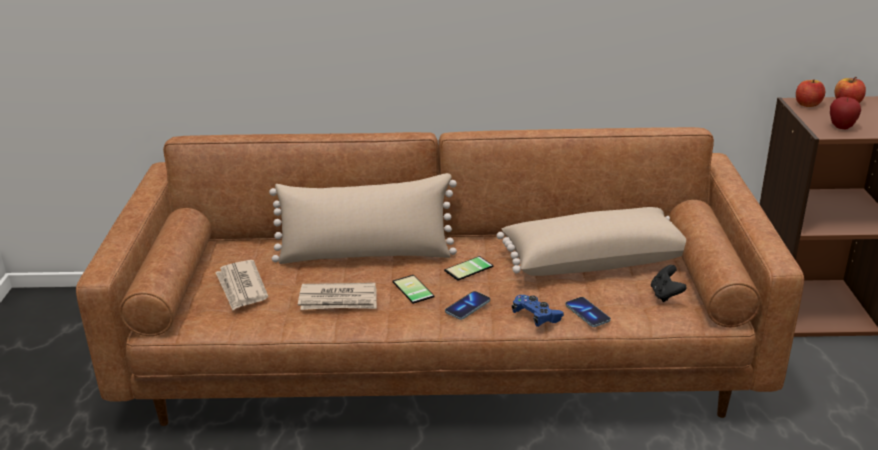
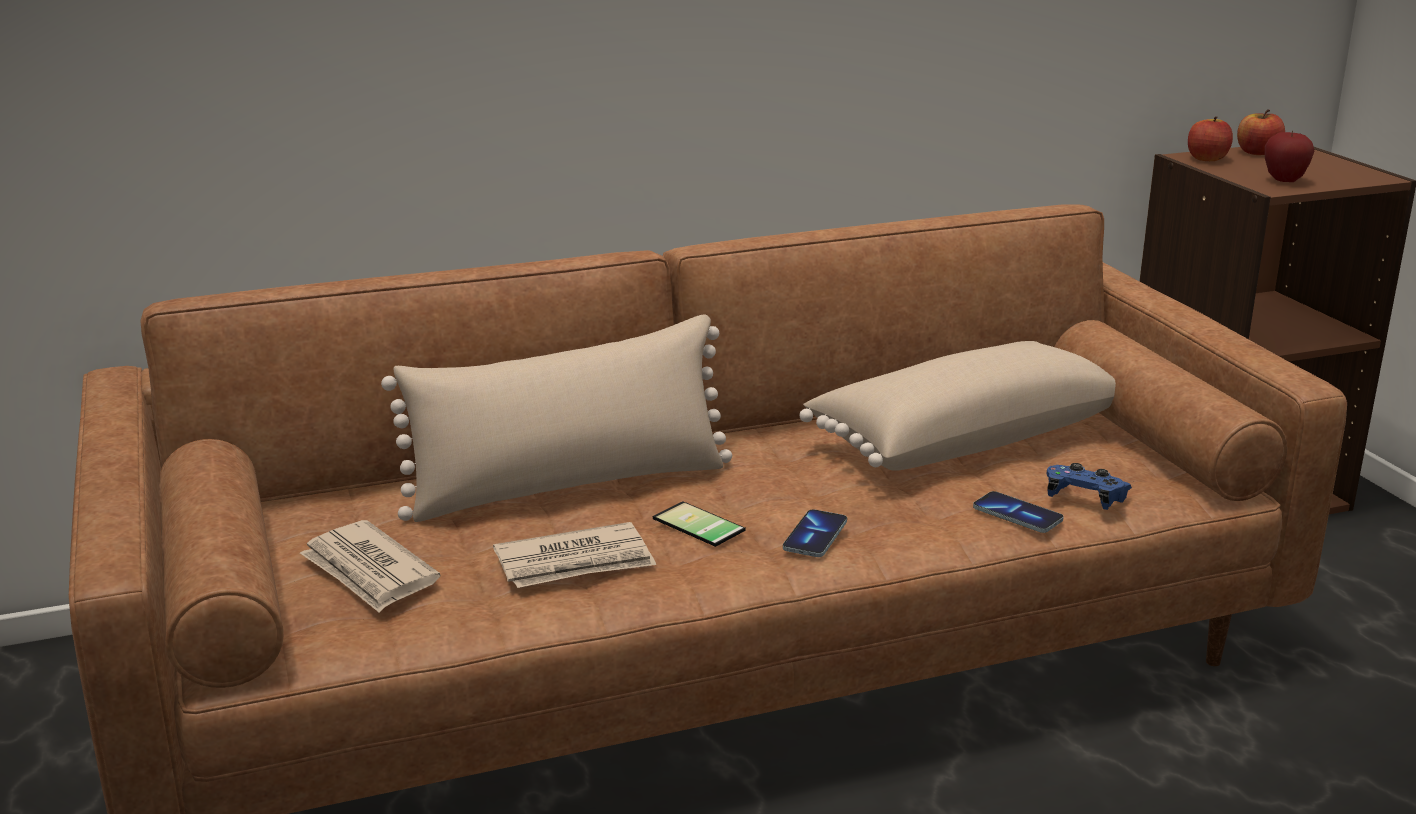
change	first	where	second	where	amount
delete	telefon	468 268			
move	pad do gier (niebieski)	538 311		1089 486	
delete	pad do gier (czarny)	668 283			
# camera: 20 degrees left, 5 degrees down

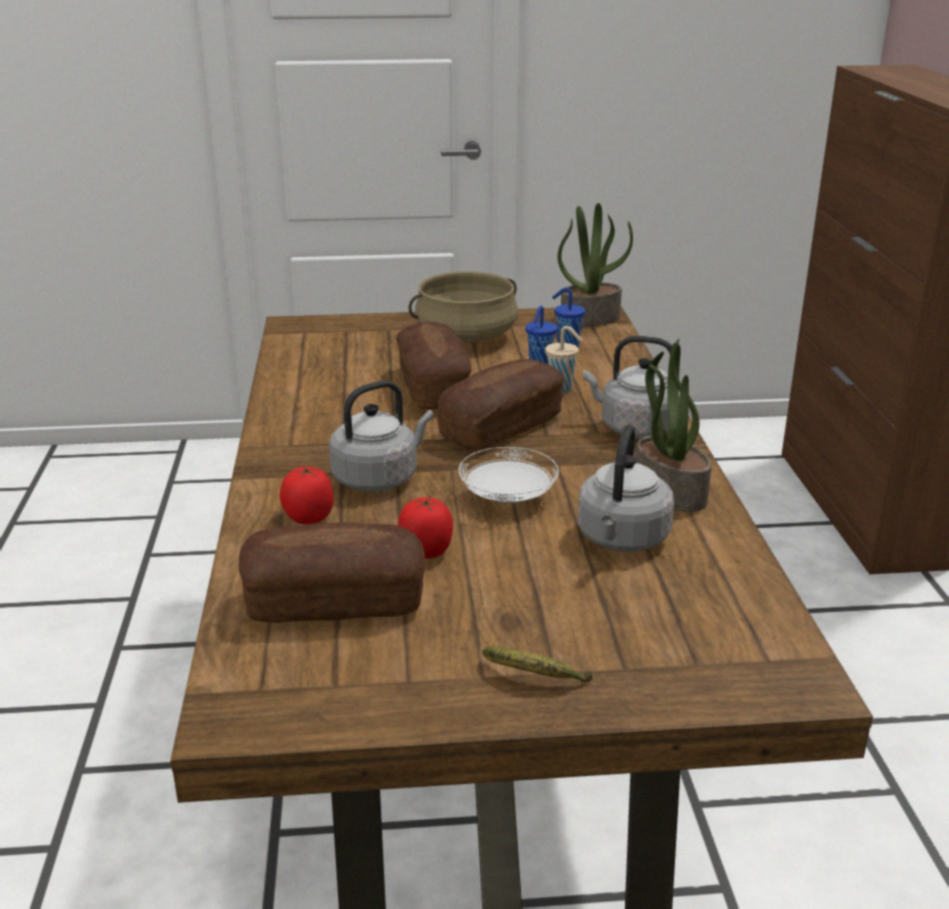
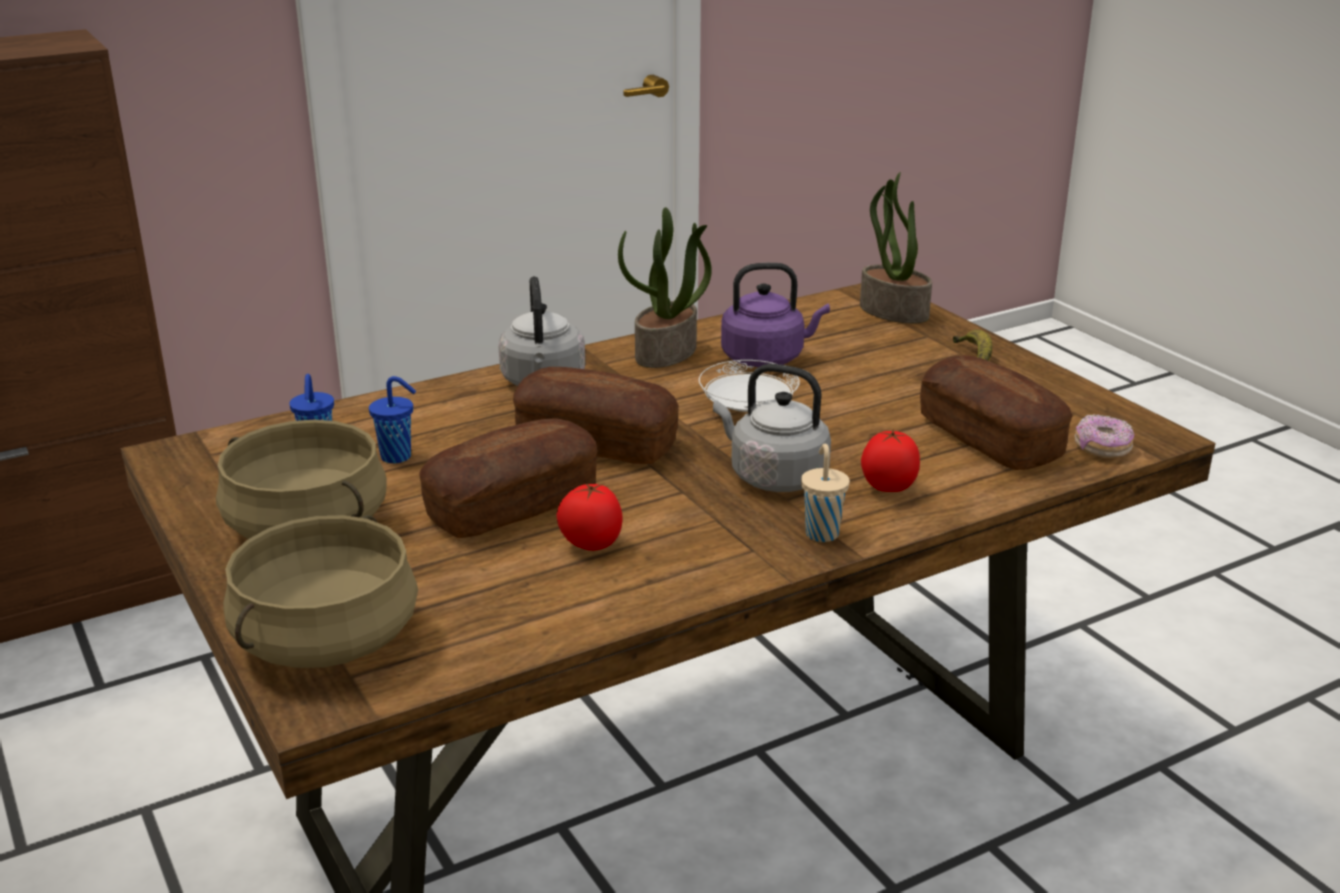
change	first	where	second	where	amount
move	pomidor	425 528		589 517	
move	filiżanka (beżowy)	563 359		825 493	
move	roślina doniczkowa	595 265		896 248	
recolor	czajnik (szary)	626 488	czajnik (fioletowy)	775 315	
insert			garnek (beżowy)	320 591	
insert			donut	1104 436	
# camera: 115 degrees left, 0 degrees up

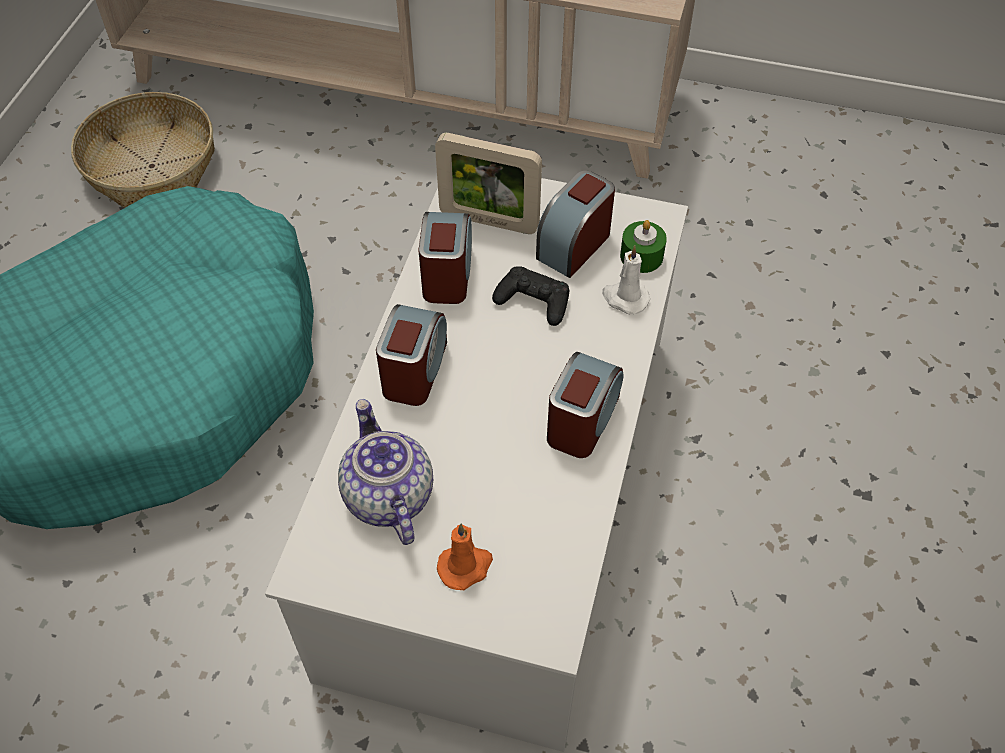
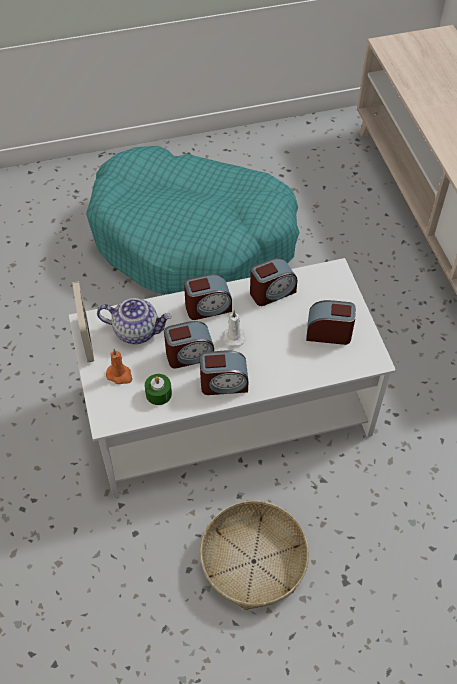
change	first	where	second	where	amount
move	koszyk	143 150		254 555	
rotate	imbryk	385 472		134 321	60 degrees clockwise
move	ramka na zdjęcie	488 183		83 321	
delete	pad do gier (czarny)	530 296			
move	świeca (biały)	626 279		234 329	
move	świeca (zielony)	643 246		158 389	
insert			budzik	189 345	
# camera: 60 degrees right, 0 degrees up

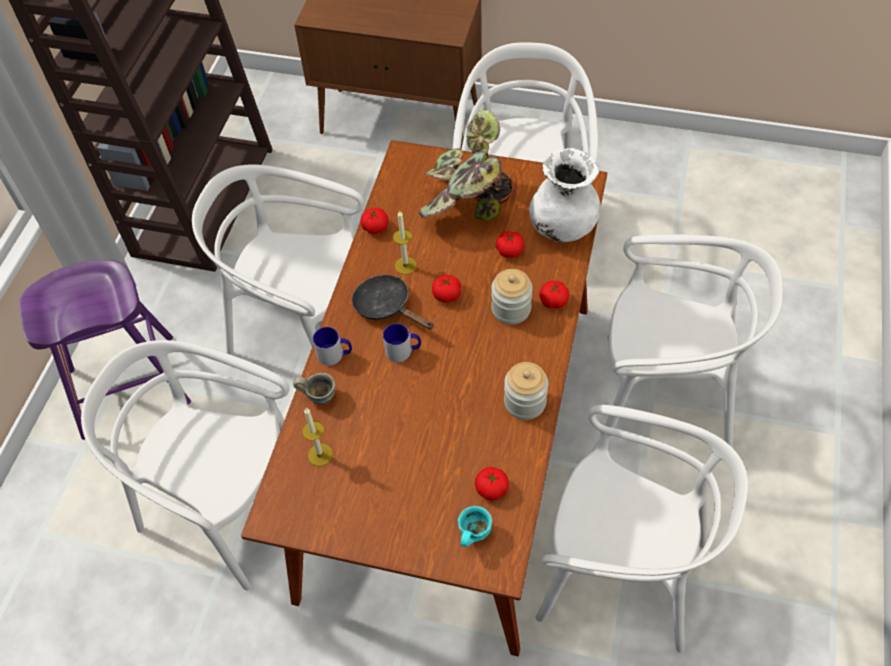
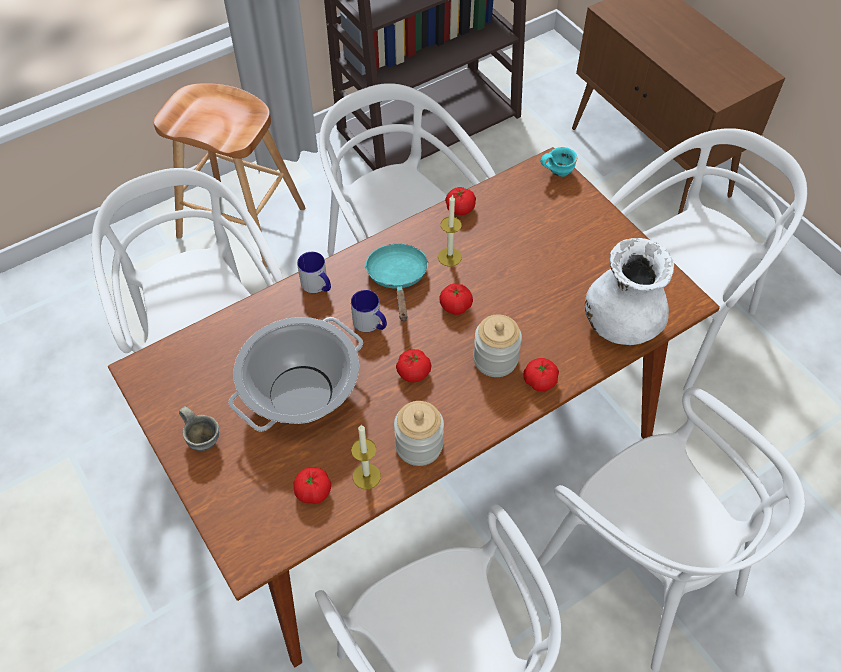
change	first	where	second	where	amount
recolor	stołek (fioletowy)	105 350	stołek (brązowy)	229 175	
move	kubek (szary)	314 388		199 428	
move	świeca	317 437		366 457	
recolor	patelnia (czarny)	393 302	patelnia (turkusowy)	397 282	
delete	roślina doniczkowa	467 165			
move	kubek (turkusowy)	475 526		558 162	
move	pomidor	510 244		413 365	
insert			garnek	295 374	
# camera: 40 degrees right, 0 degrees up

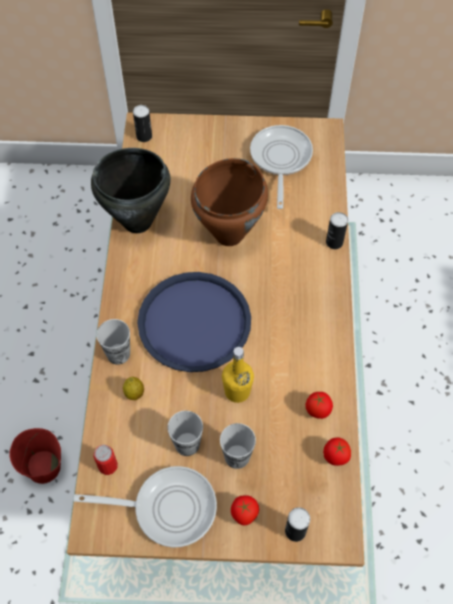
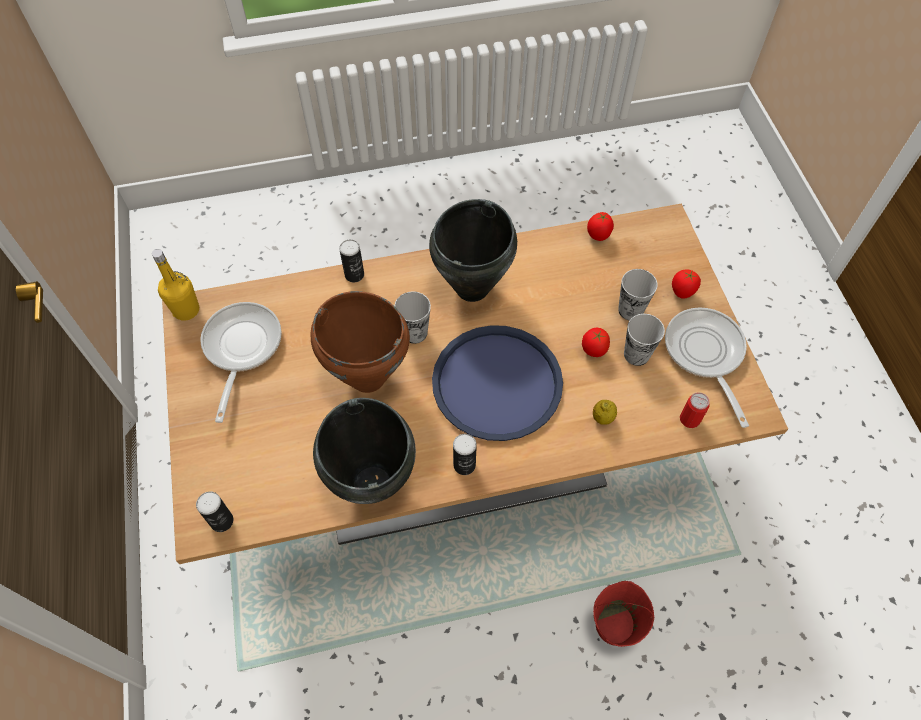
change	first	where	second	where	amount
move	filiżanka	113 342		412 318	
move	butelka (żółty)	238 375		175 285	
rotate	patelnia	281 167		241 362	105 degrees clockwise
move	puszka	297 524		465 454	
move	pomidor	319 405		596 342	
insert			garnek (czarny)	473 250	
# camera: 105 degrees left, 0 degrees up

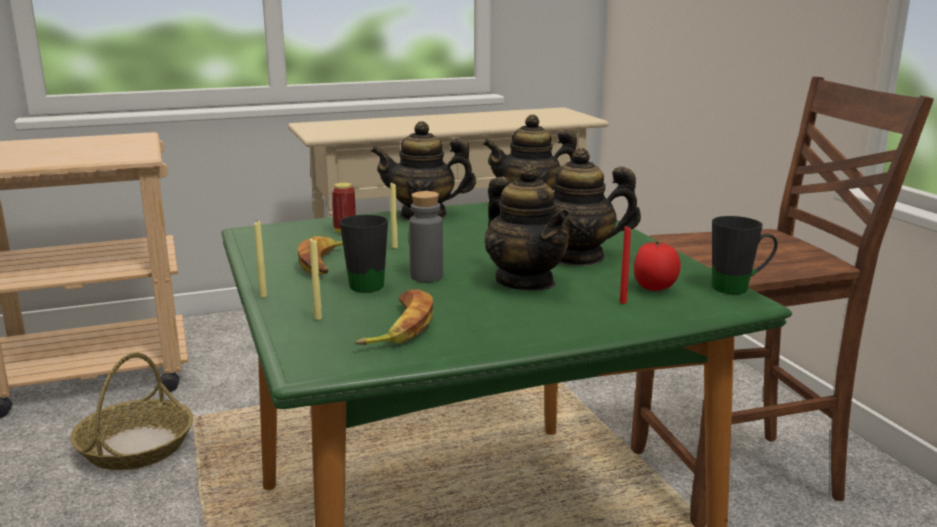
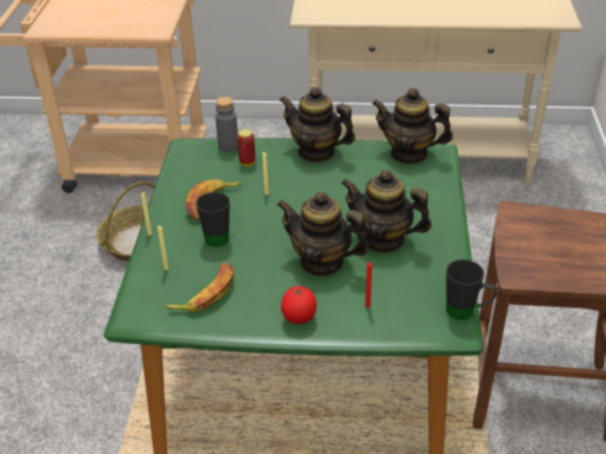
change	first	where	second	where	amount
move	butelka (szary)	426 236		226 124	
rotate	imbryk	527 227		323 234	120 degrees clockwise
move	pomidor	657 266		299 305	
# camera: 25 degrees right, 20 degrees up

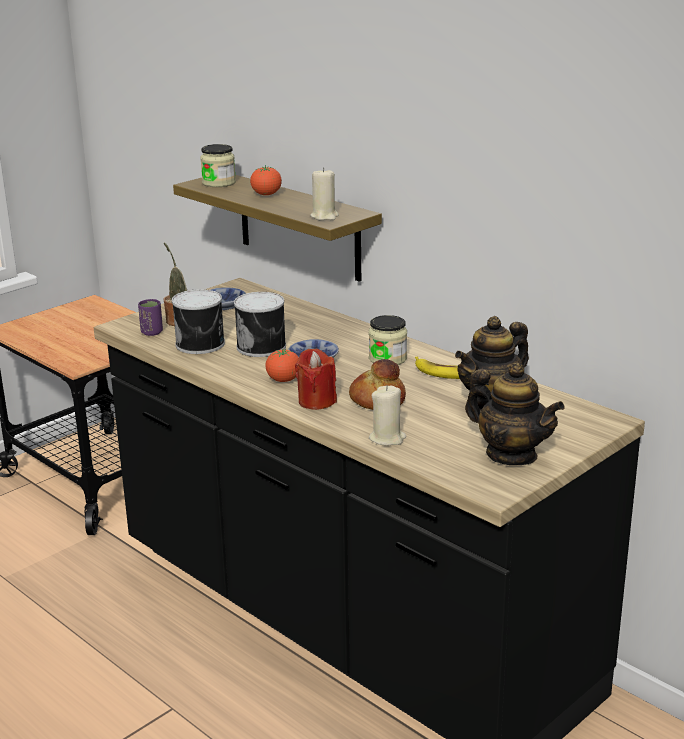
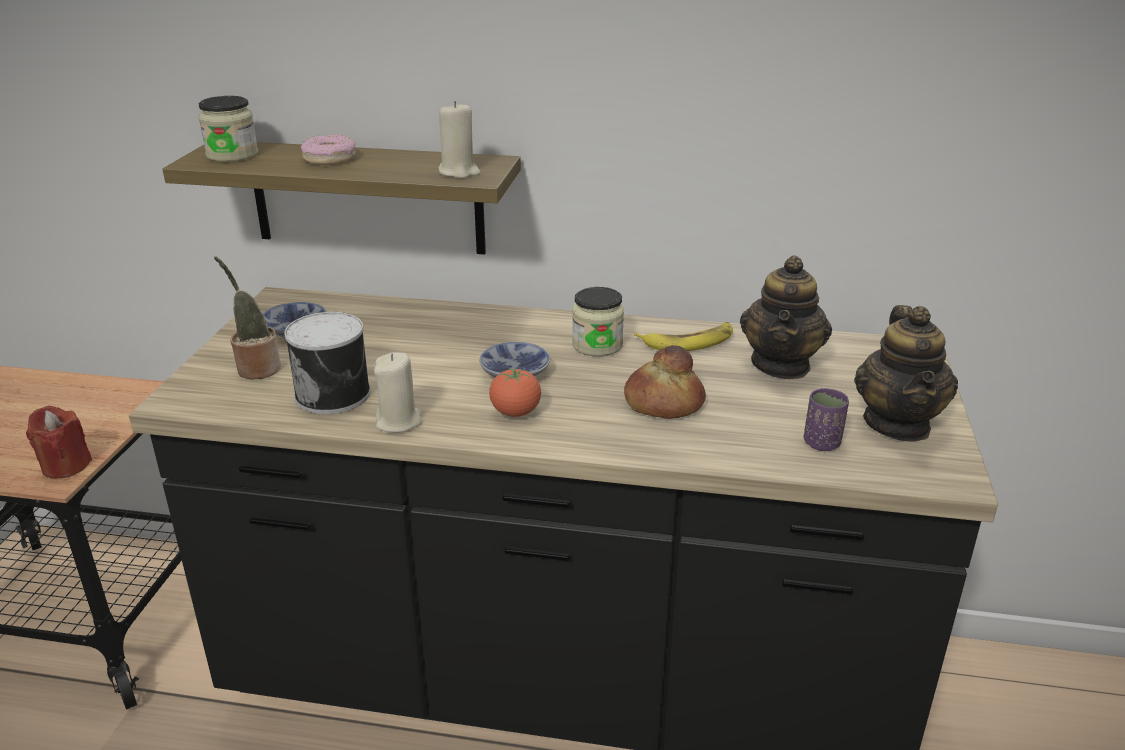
change	first	where	second	where	amount
move	filiżanka (fioletowy)	150 317		826 419	
delete	puszka	260 324			
replace	pomidor	266 180	donut	328 149	
move	świeca (czerwony)	316 379		59 442	
move	świeca (beżowy)	387 415		398 392	
rotate	imbryk	515 413		906 373	90 degrees clockwise
# camera: 35 degrees left, 5 degrees up

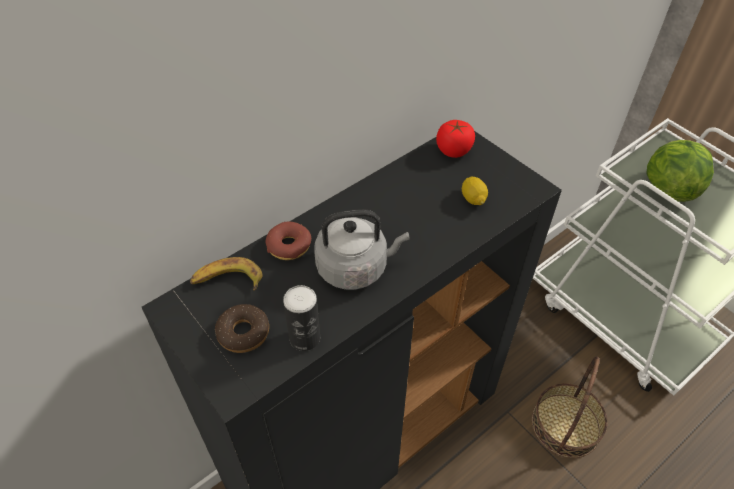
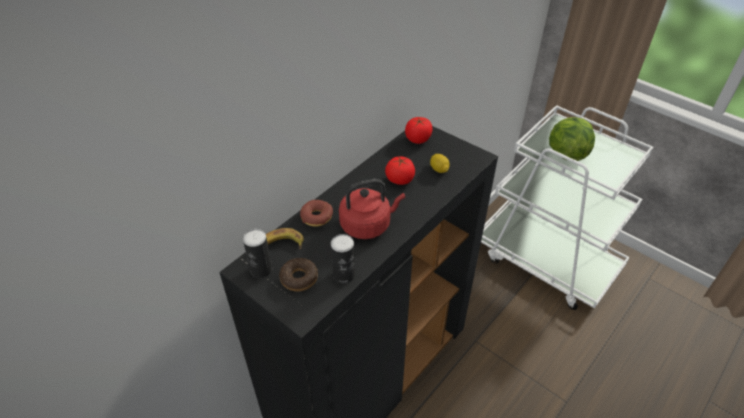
change	first	where	second	where	amount
recolor	czajnik (szary)	362 249	czajnik (czerwony)	372 209	
delete	koszyk	569 407			
insert			puszka	257 253	
insert			pomidor	400 170	
# camera: 10 degrees left, 5 degrees down

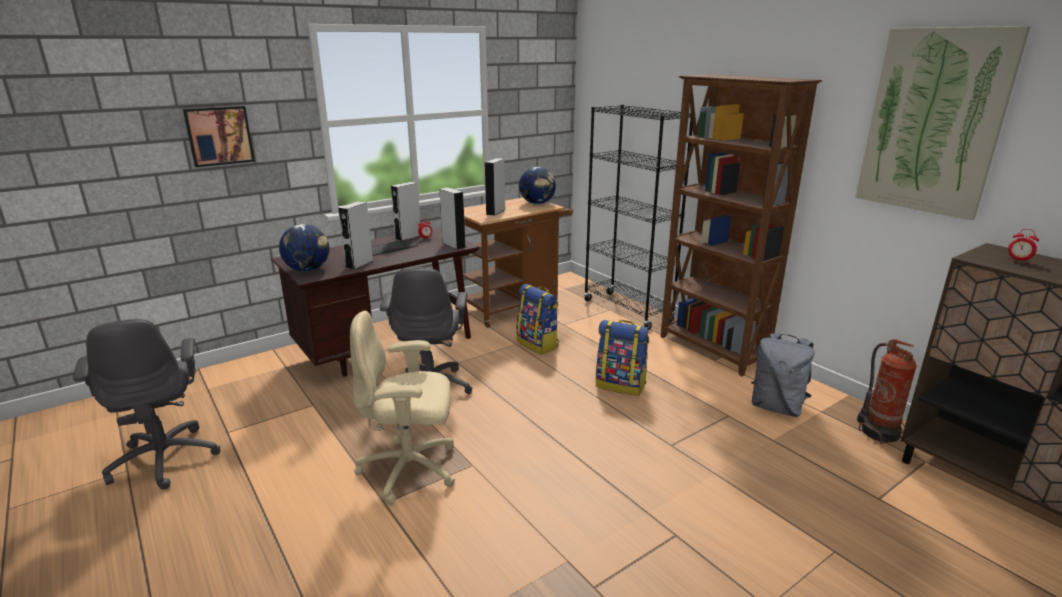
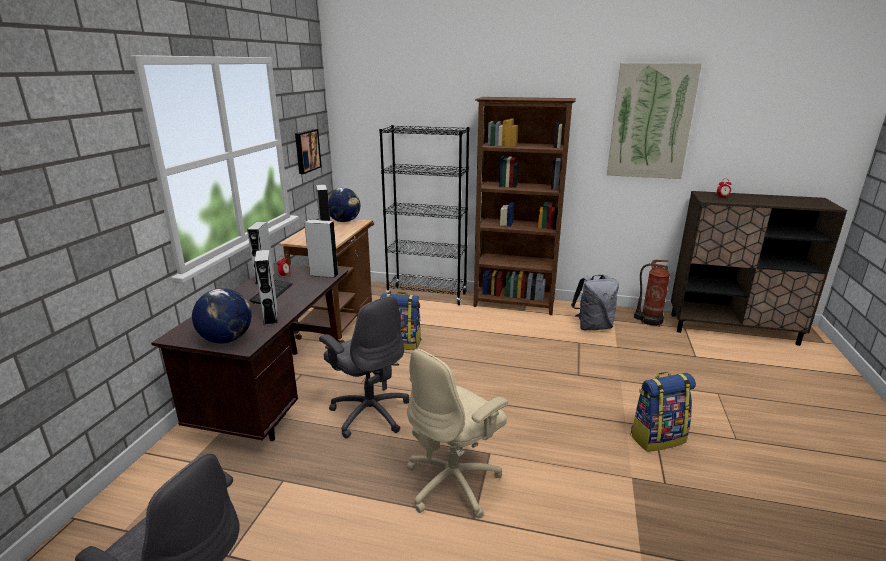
change	first	where	second	where	amount
move	obraz	219 136		308 151	
move	plecak	622 358		663 412	
# camera: 40 degrees left, 0 degrees up

